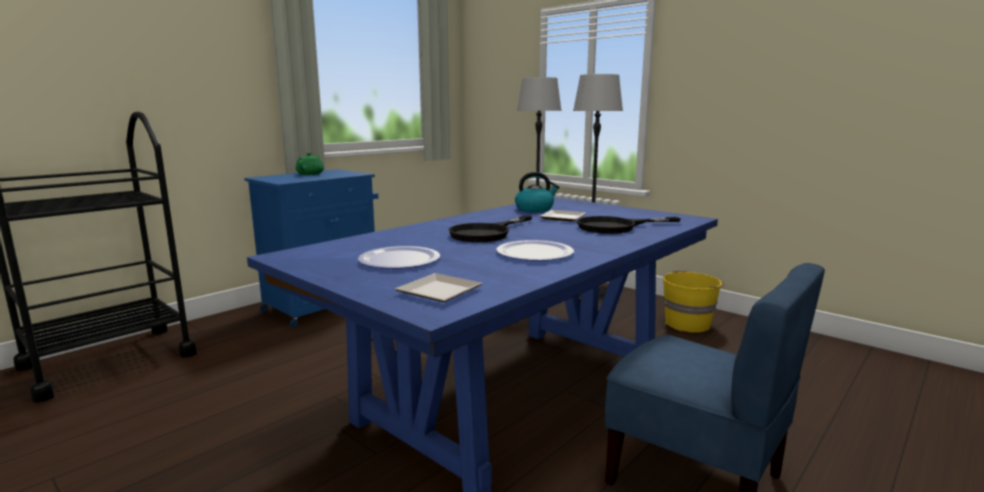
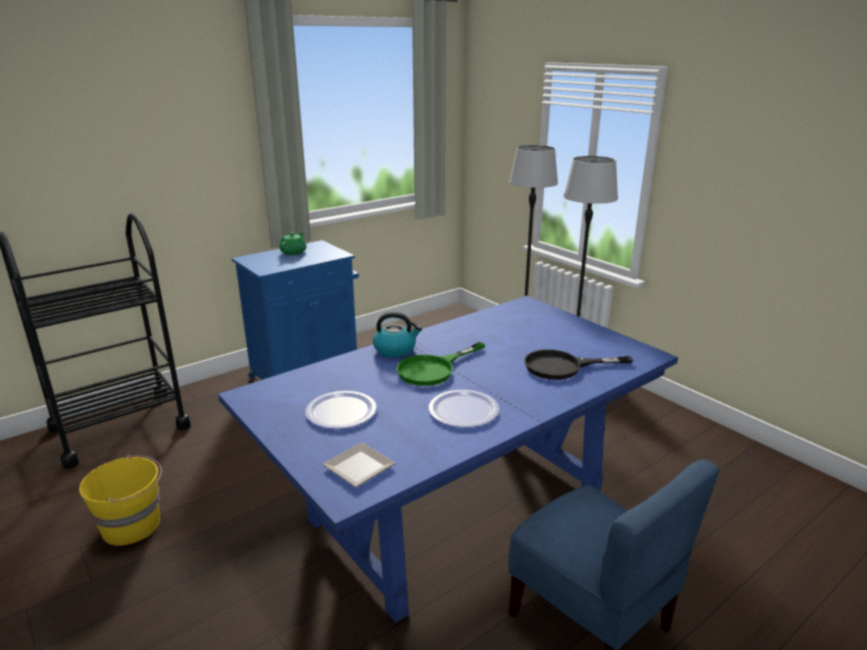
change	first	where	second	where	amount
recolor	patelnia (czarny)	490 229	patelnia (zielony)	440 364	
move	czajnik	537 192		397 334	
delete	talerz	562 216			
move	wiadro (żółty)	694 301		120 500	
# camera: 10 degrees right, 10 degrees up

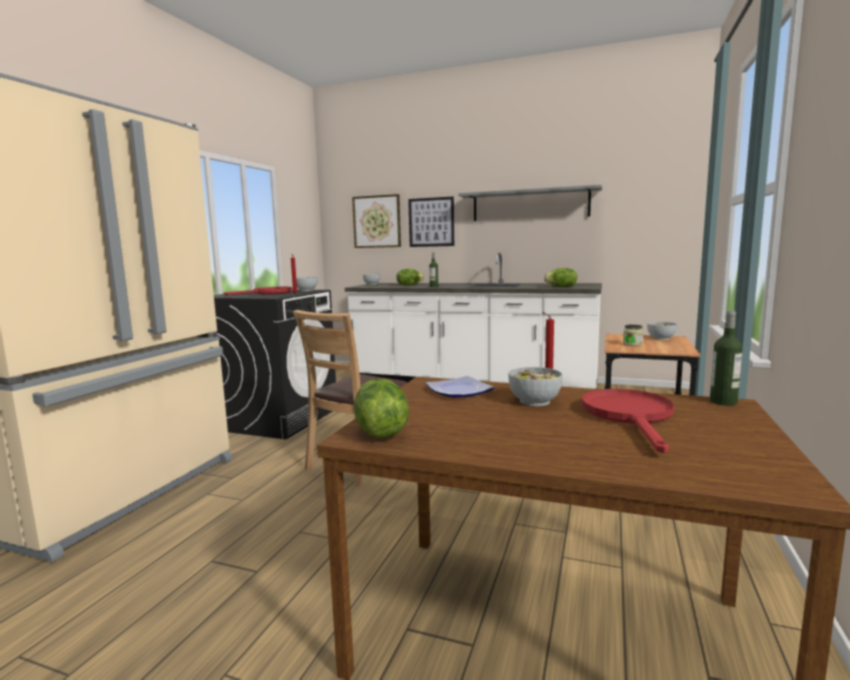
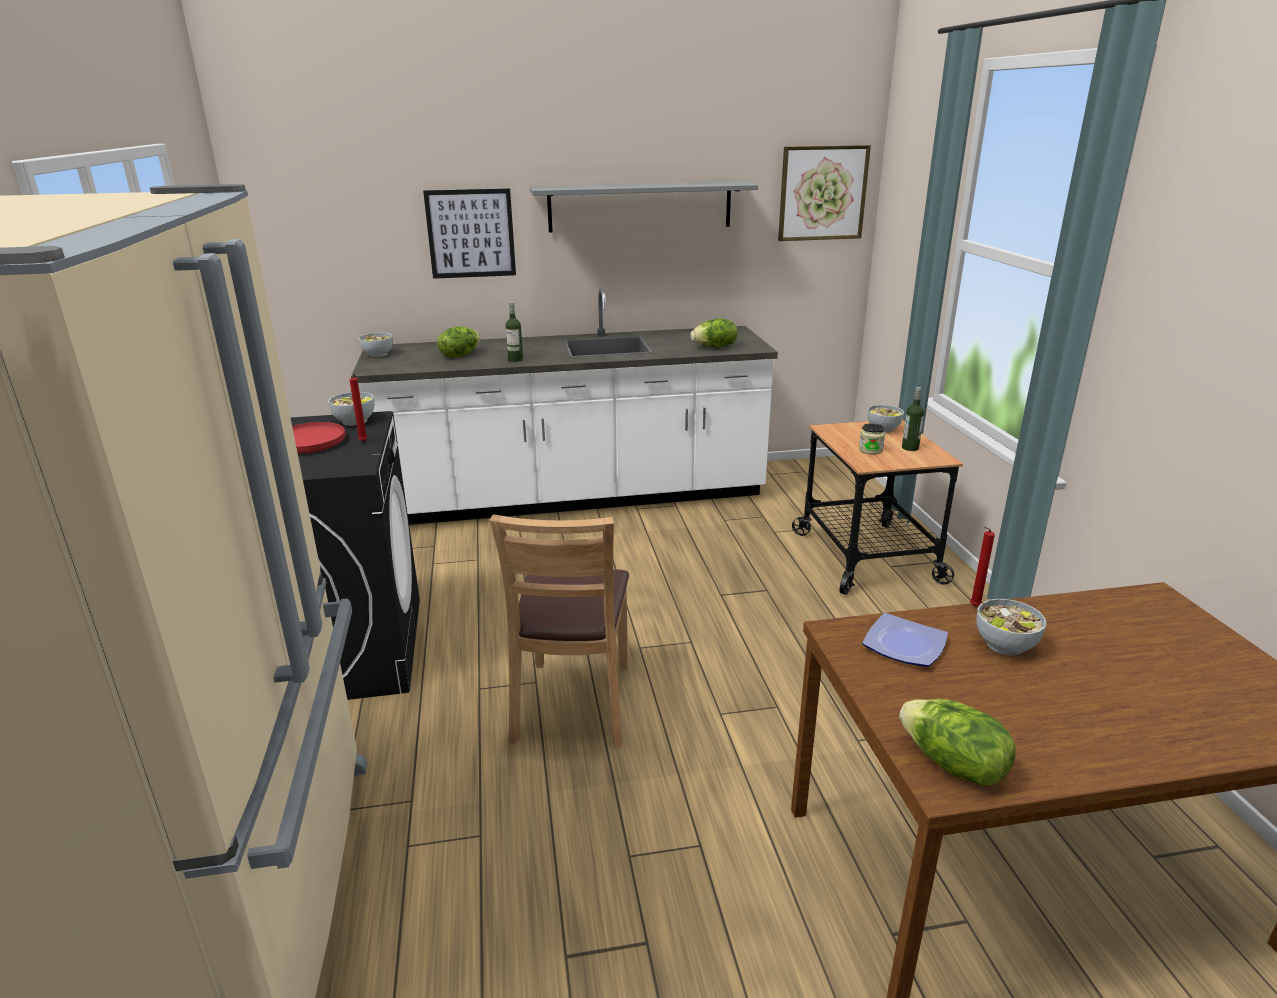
change	first	where	second	where	amount
move	obraz	376 221		824 193	
delete	patelnia (czerwony)	628 421			
move	butelka	726 358		913 419	
# camera: 30 degrees left, 15 degrees up

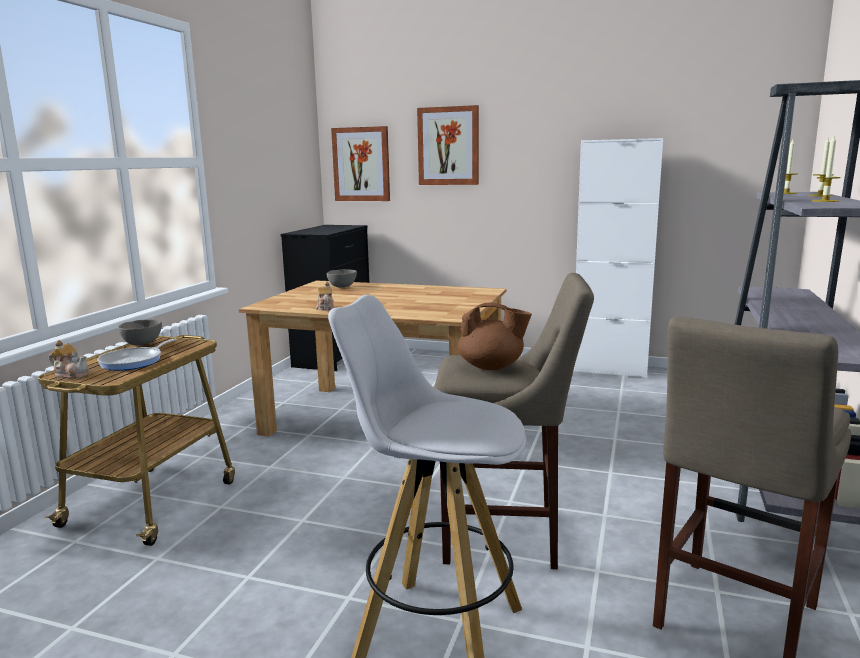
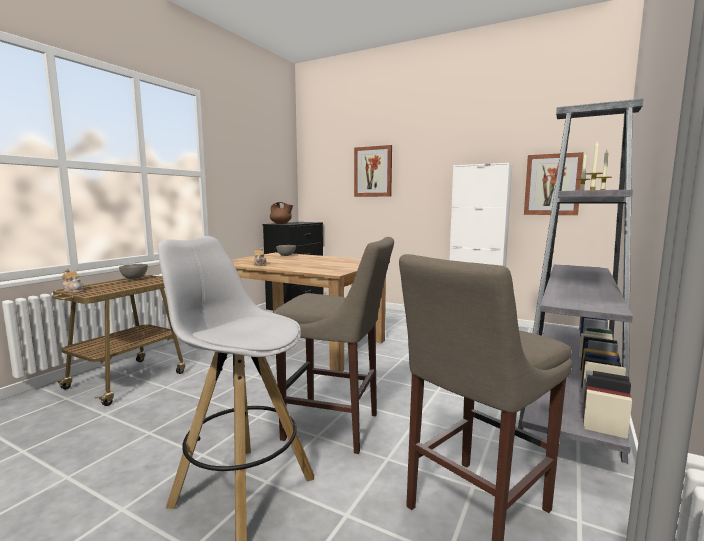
change	first	where	second	where	amount
delete	patelnia	137 355			
move	obraz	360 163		554 183	
move	imbryk (brązowy)	495 336		281 213	
# camera: 10 degrees right, 5 degrees down

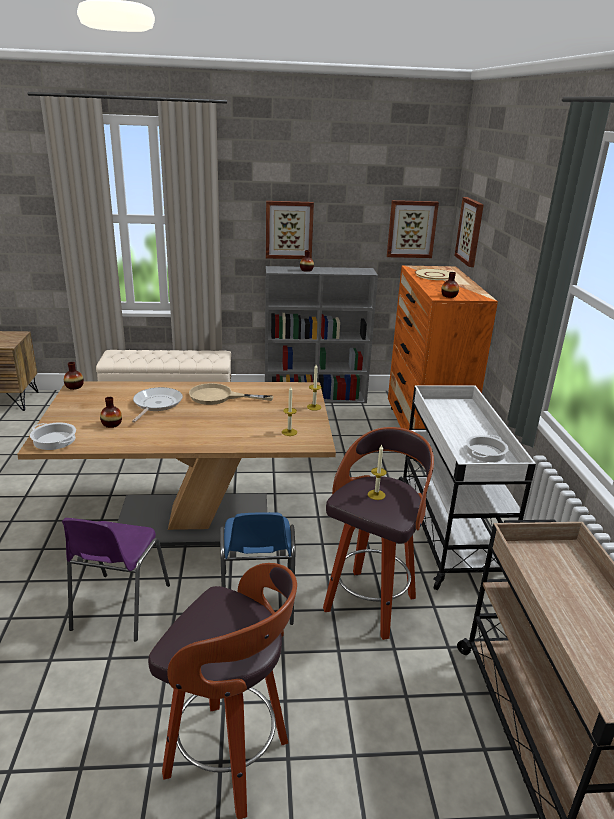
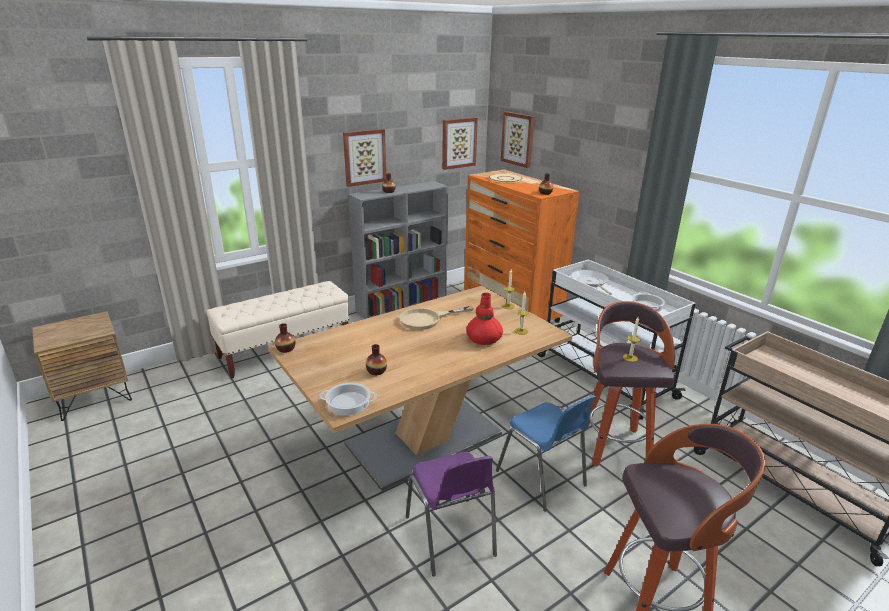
change	first	where	second	where	amount
move	patelnia	157 404		591 282	
insert			wazon (czerwony)	484 319	
# camera: 30 degrees left, 0 degrees up

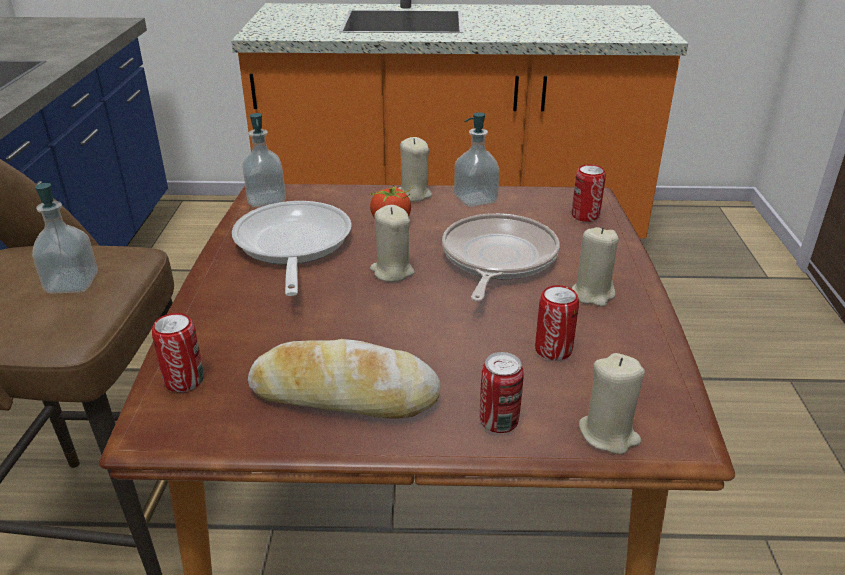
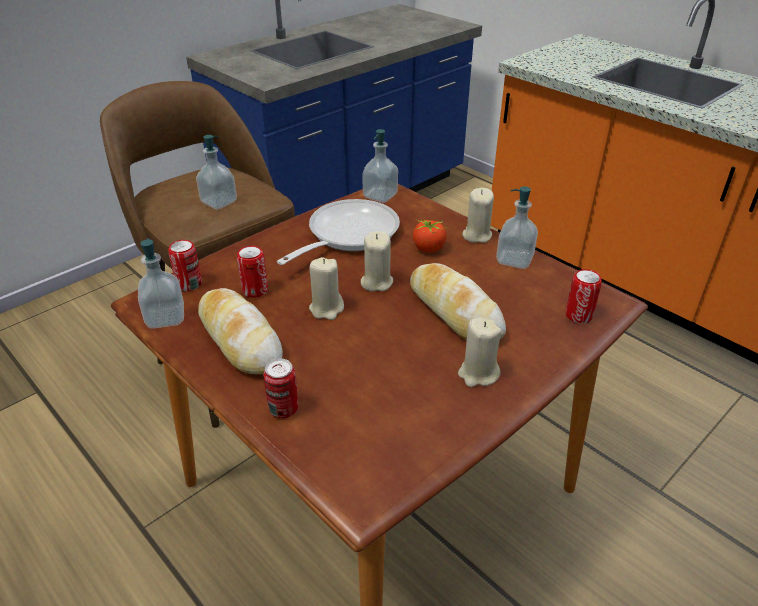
change	first	where	second	where	amount
replace	patelnia	501 257	chleb	458 301	
move	puszka	557 322		252 272	
move	świeca (beżowy)	612 404		326 288	
insert			dozownik mydła	161 283	
# camera: 45 degrees right, 5 degrees up

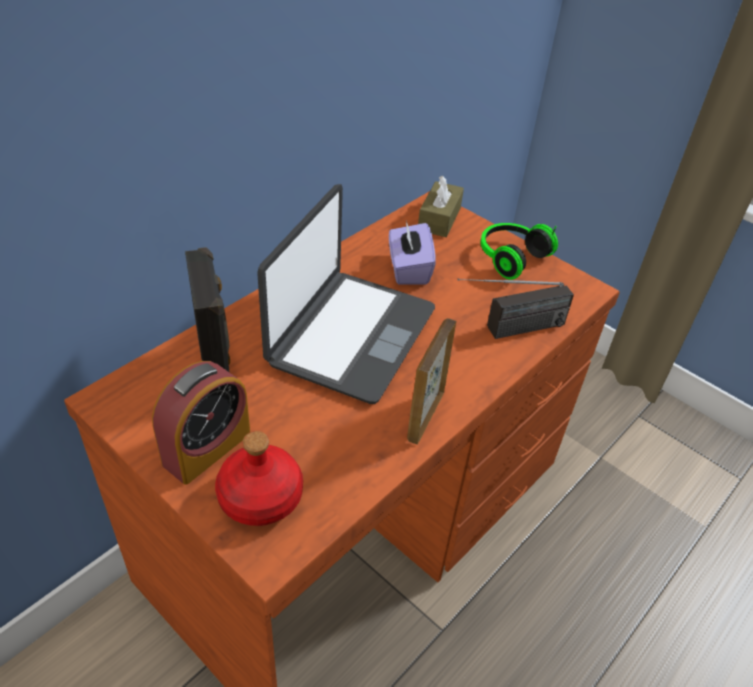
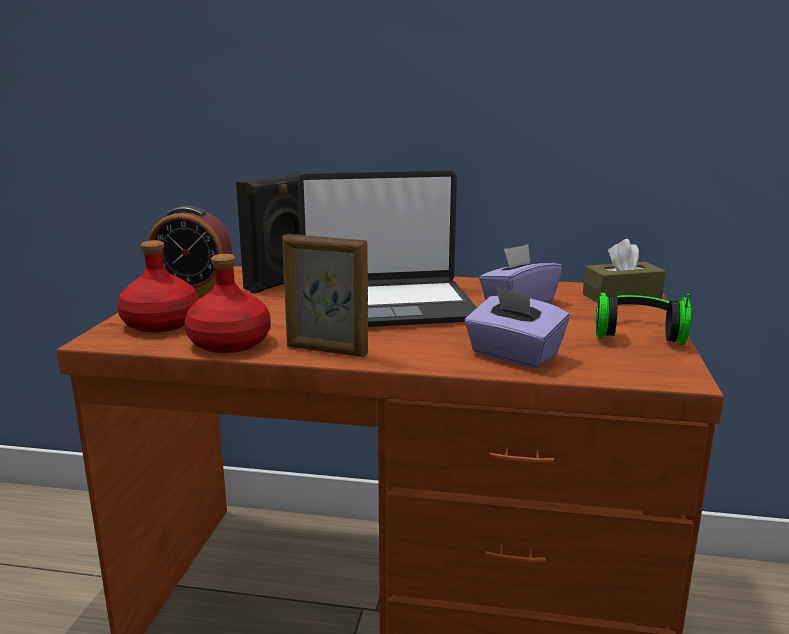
change	first	where	second	where	amount
rotate	ramka na zdjęcie	431 381		325 295	150 degrees counterclockwise
replace	radio	515 308	pudełko chusteczek (fioletowy)	516 328	
insert			butelka (czerwony)	227 303	
# camera: 60 degrees right, 25 degrees down

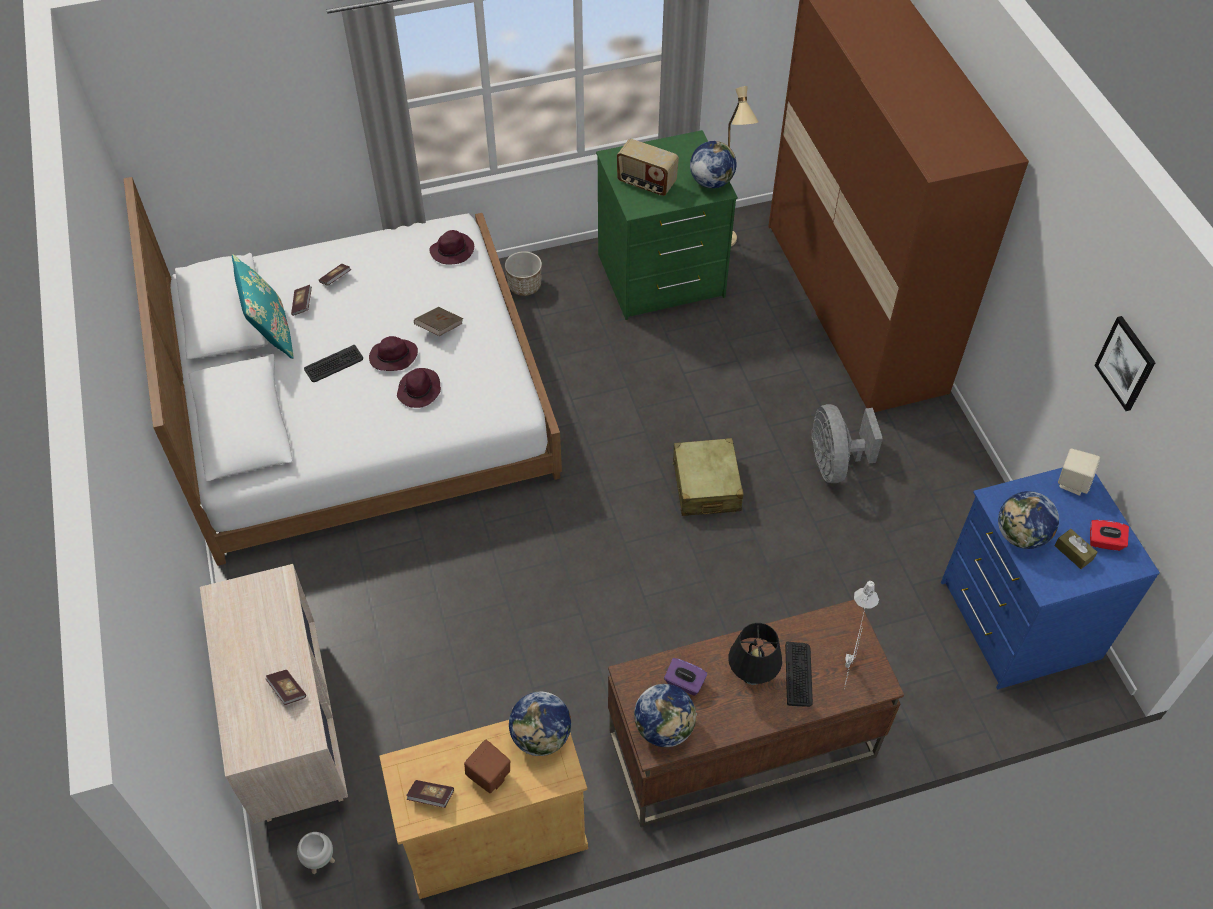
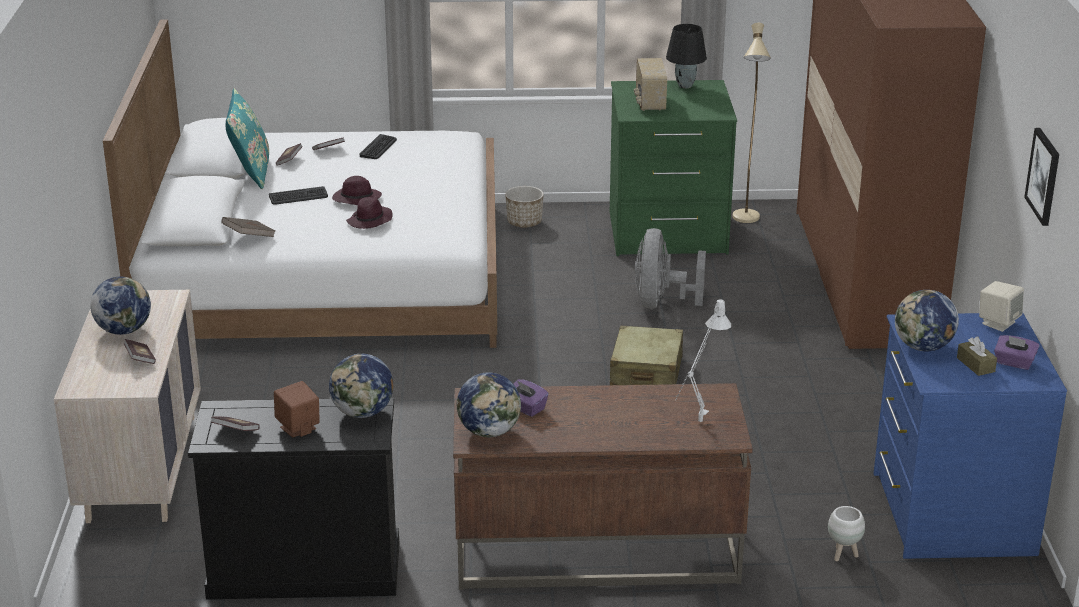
change	first	where	second	where	amount
move	donica (biały)	316 853		846 534	
recolor	szafka (beżowy)	483 809	szafka (czarny)	293 498	
move	książka (brązowy)	438 321		248 227	
delete	kapelusz (fioletowy)	452 247			
rotate	radio	648 167		650 84	45 degrees clockwise
move	globus	713 164		120 305	
move	lampa stołowa (czarny)	755 654		686 56	
move	klawiatura	799 674		378 146	
move	wentylator (szary)	847 443		670 268	
recolor	pudełko chusteczek (czerwony)	1109 535	pudełko chusteczek (fioletowy)	1016 352	
# camera: 15 degrees right, 25 degrees down

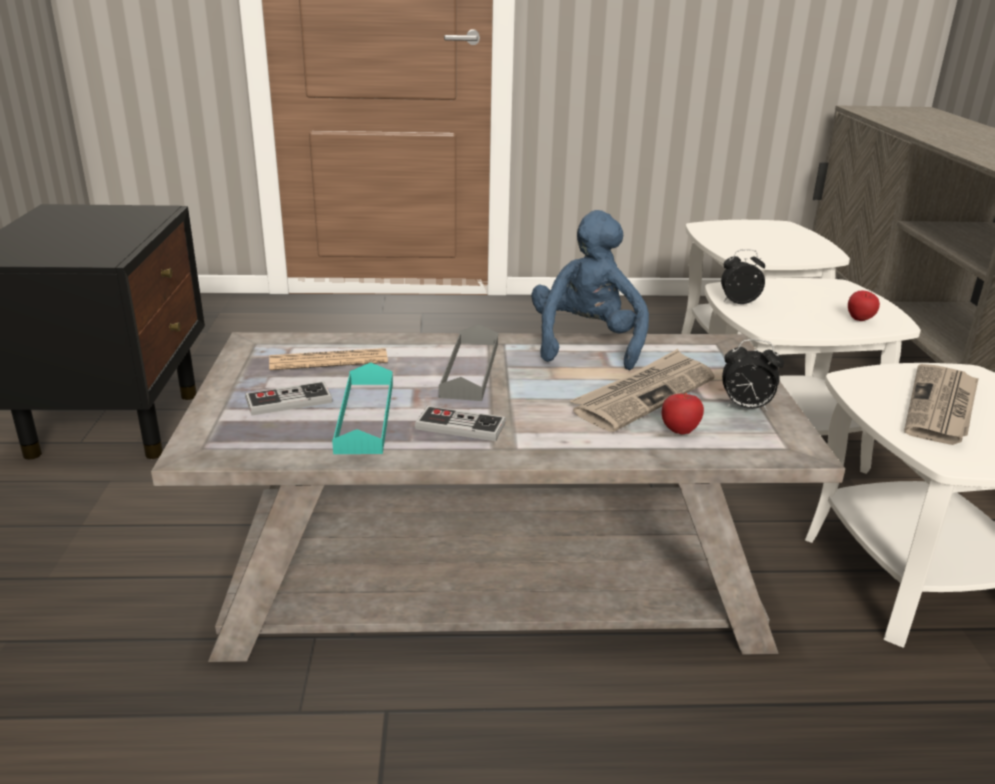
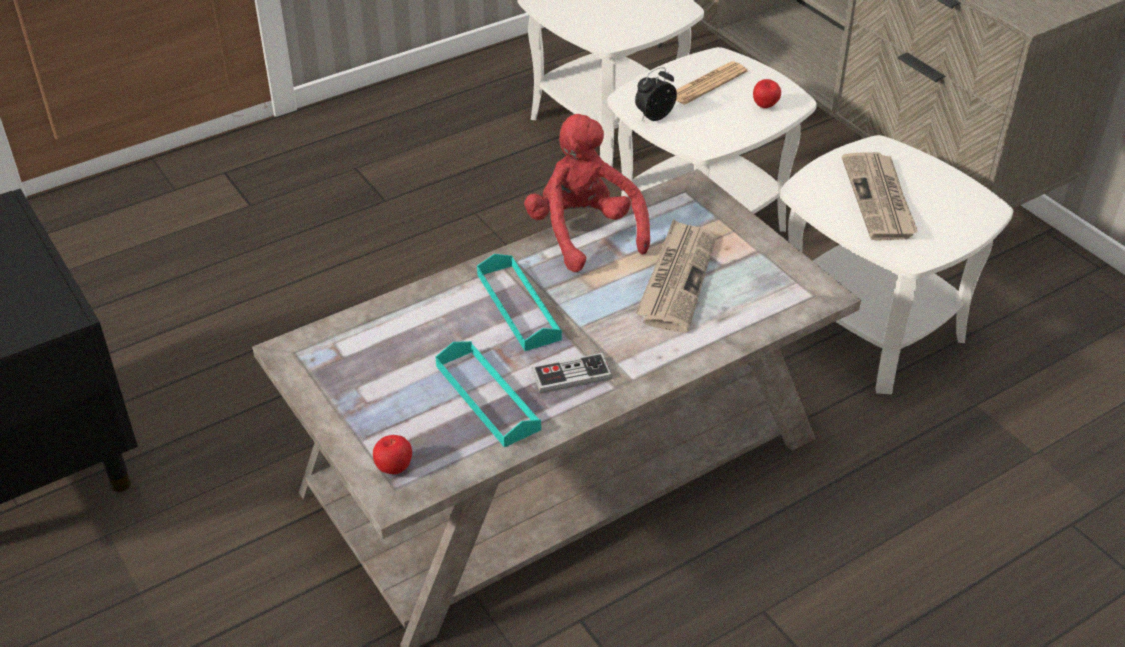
change	first	where	second	where	amount
delete	pad do gier	288 398			
move	gazeta	328 359		711 83	
recolor	taca (szary)	468 362	taca (turkusowy)	519 302	
recolor	pluszak (niebieski)	590 290	pluszak (czerwony)	587 193	
move	jabłko	683 414		392 454	
delete	budzik	753 375			
# camera: 30 degrees left, 15 degrees up

